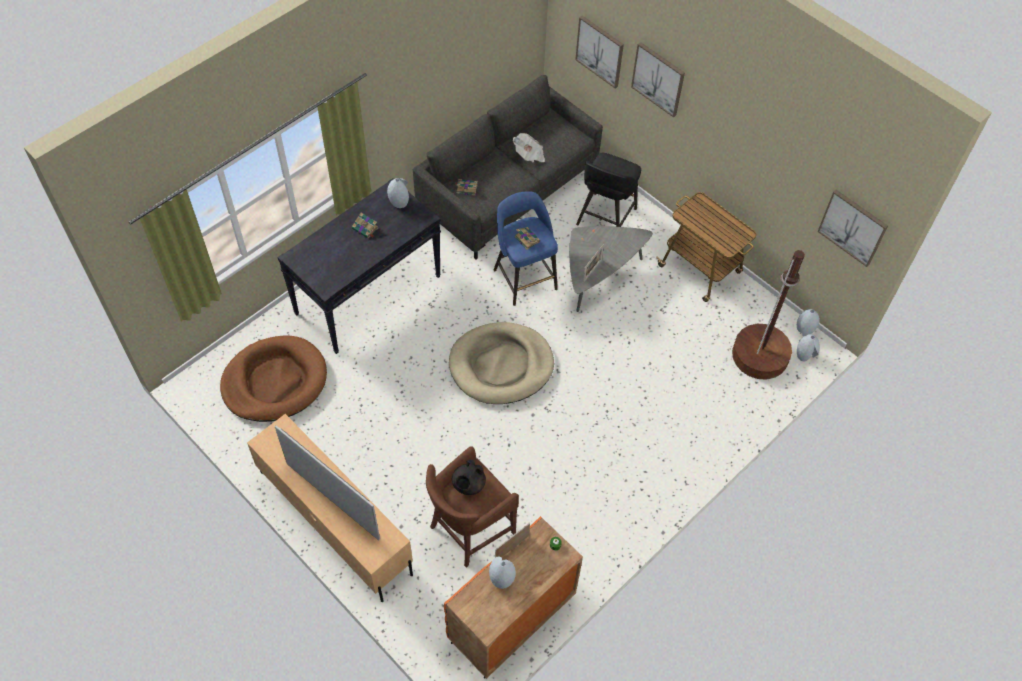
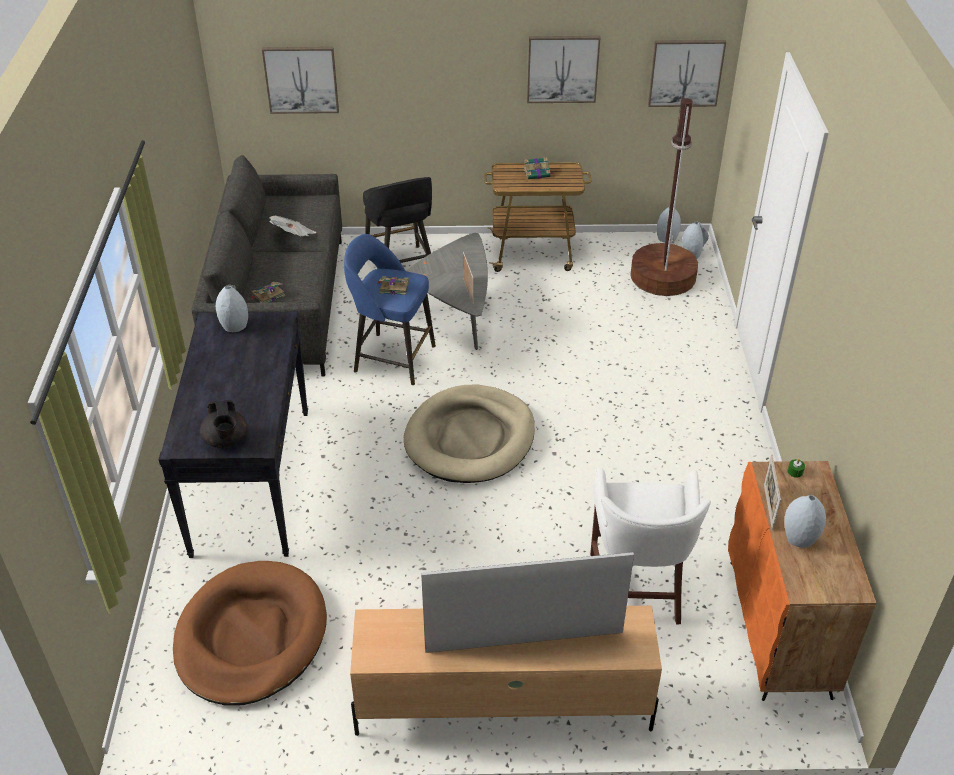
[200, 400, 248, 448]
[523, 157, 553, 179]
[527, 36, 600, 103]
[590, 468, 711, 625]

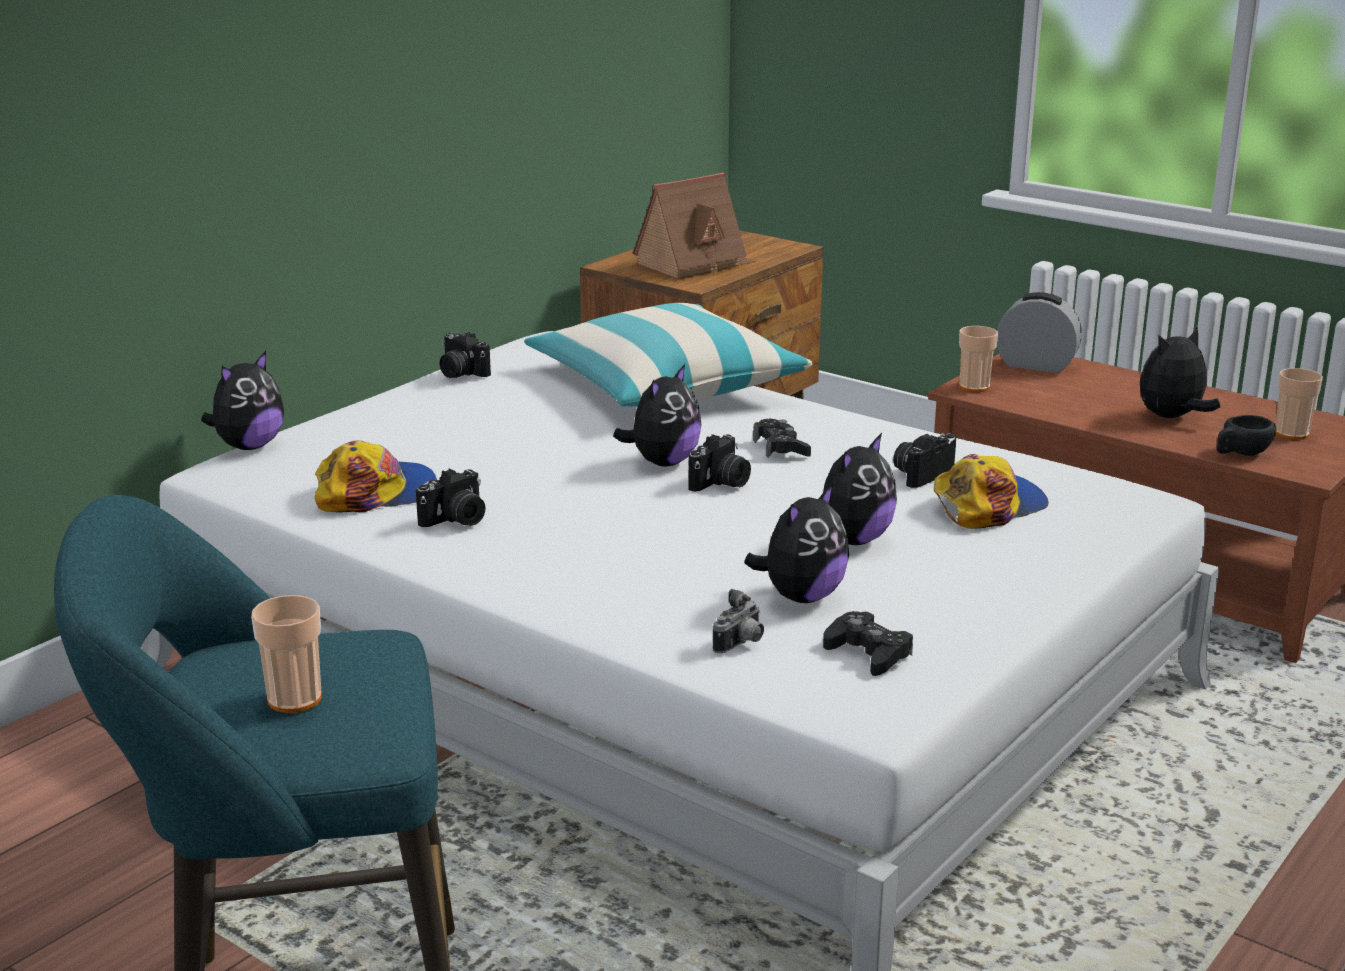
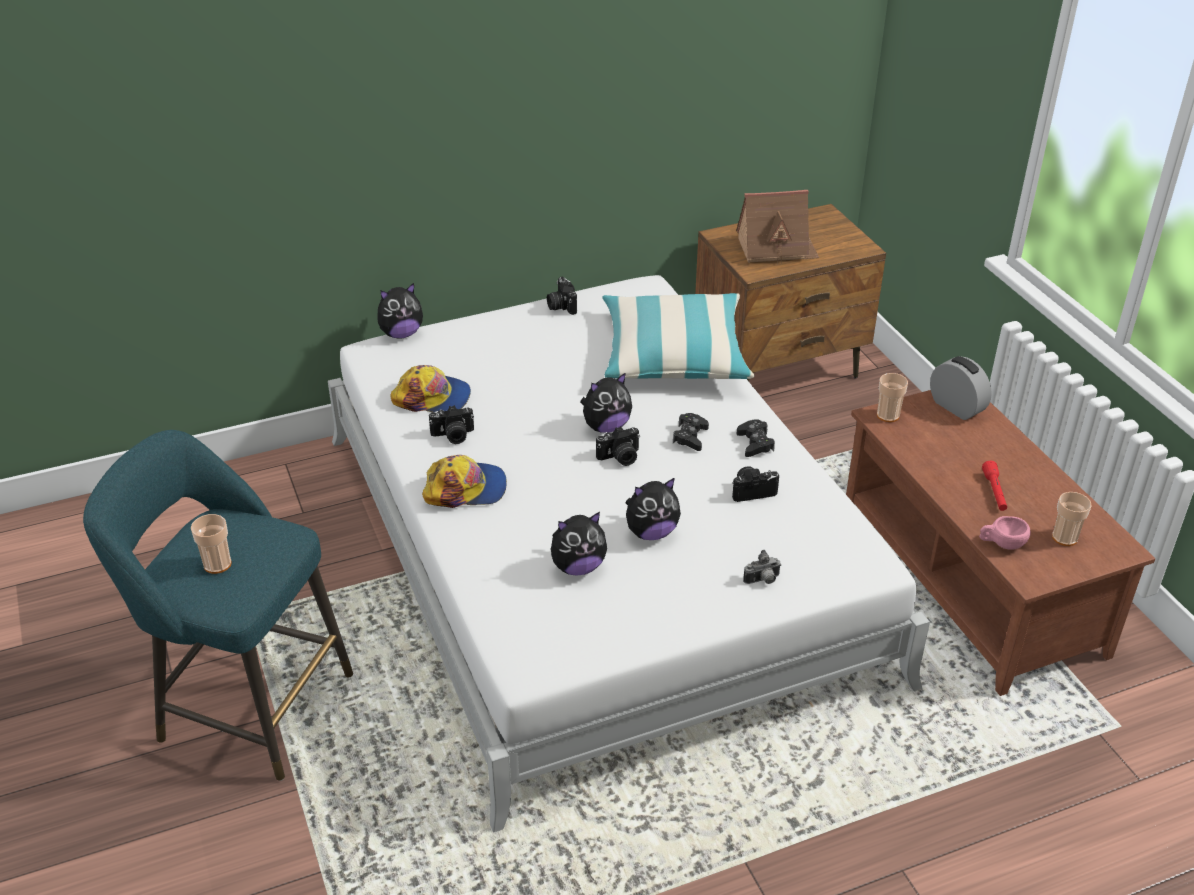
[422, 455, 507, 508]
[737, 419, 775, 457]
[743, 550, 781, 584]
[979, 516, 1031, 550]
[982, 461, 1007, 511]

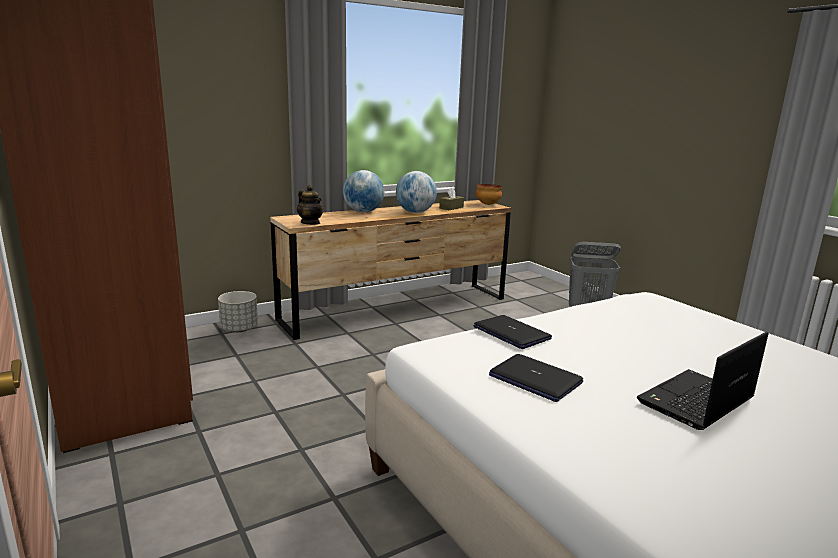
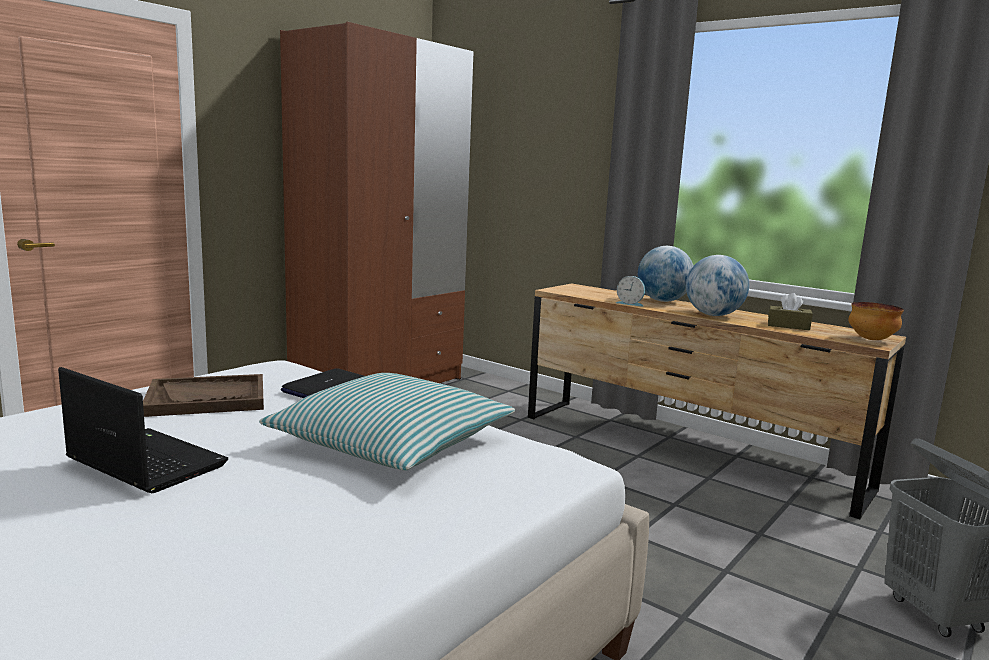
[143, 374, 264, 417]
[259, 373, 515, 471]
[616, 276, 645, 307]
[218, 291, 258, 332] (first image)
[297, 185, 324, 225] (first image)

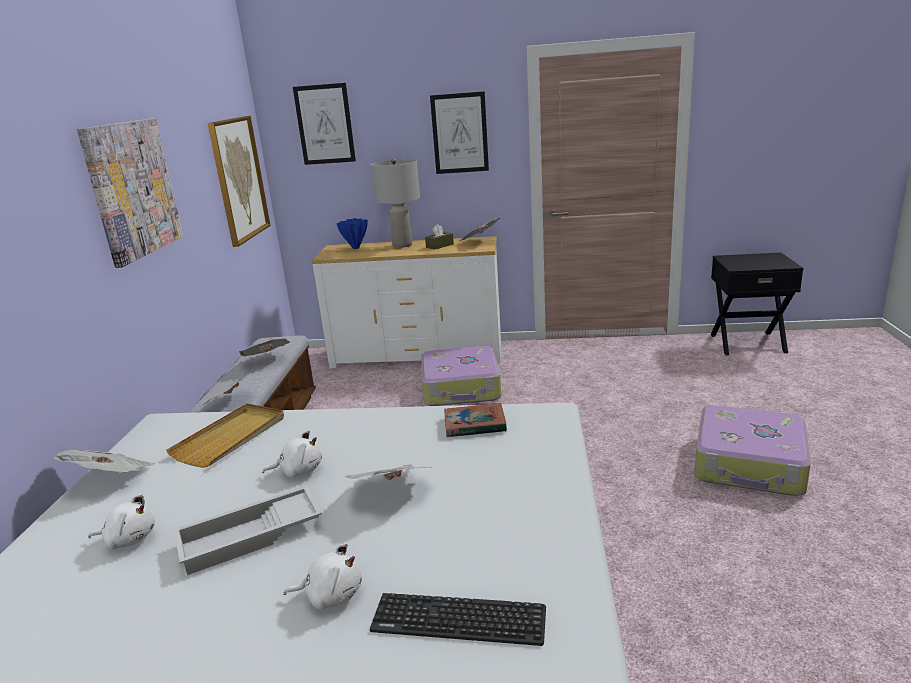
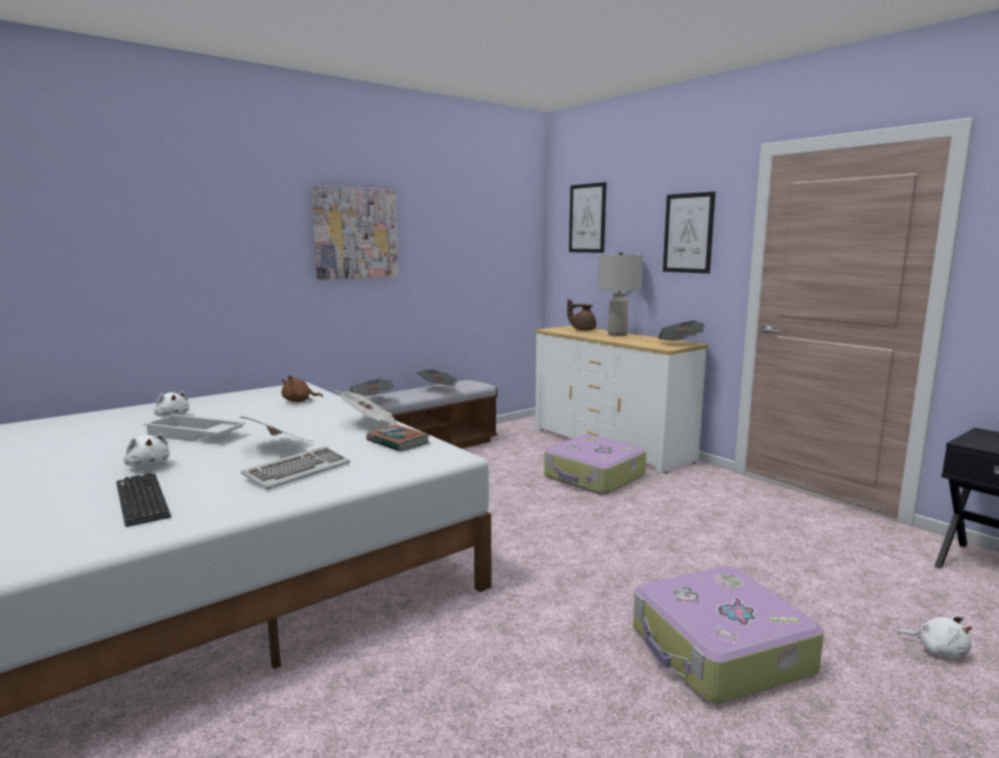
[241, 447, 350, 489]
[282, 376, 323, 402]
[336, 390, 399, 425]
[567, 299, 596, 331]
[898, 616, 972, 658]
[207, 116, 271, 247] (first image)
[425, 224, 454, 250] (first image)

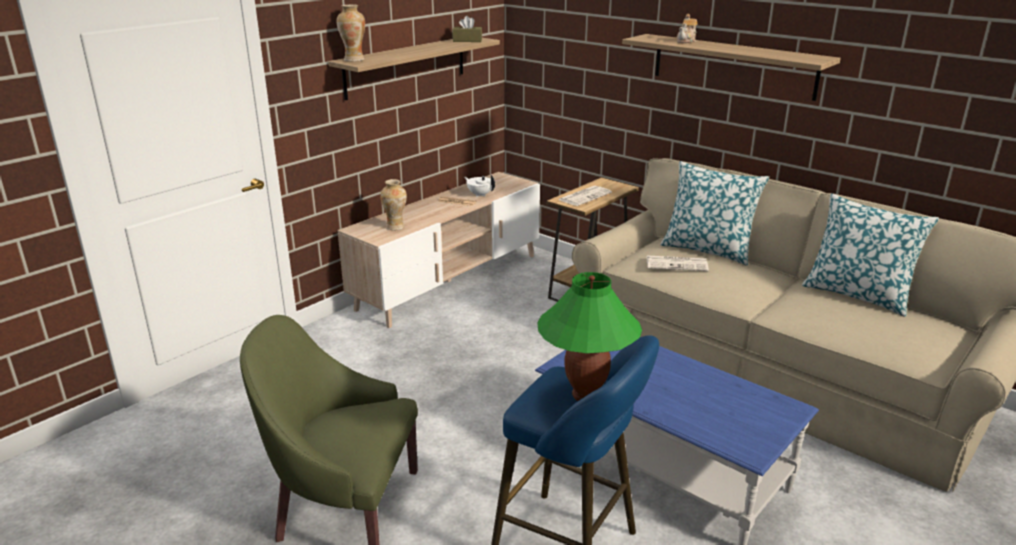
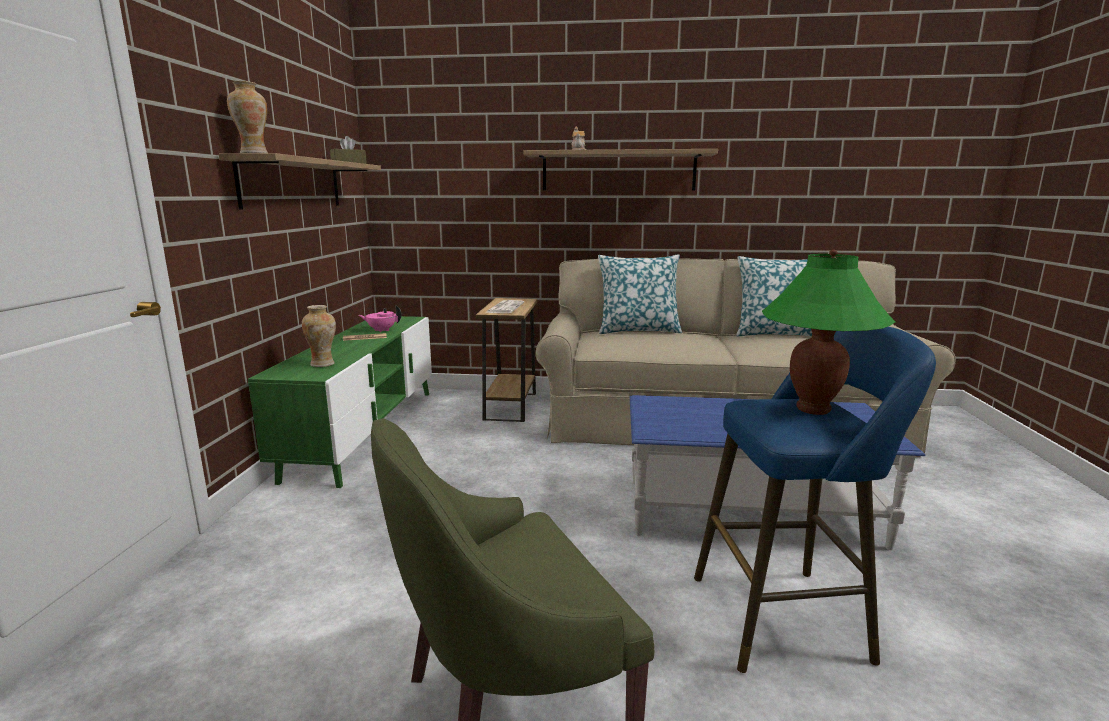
[248, 316, 432, 488]
[359, 305, 402, 332]
[647, 255, 709, 271] (first image)

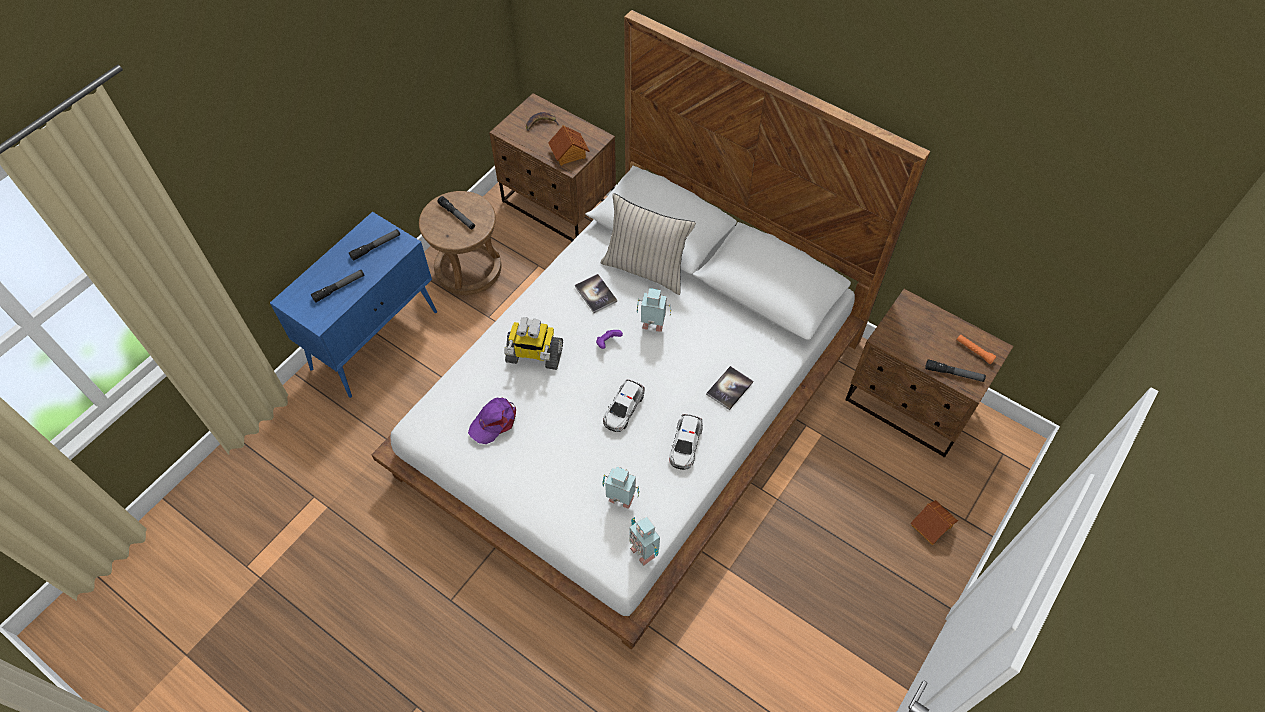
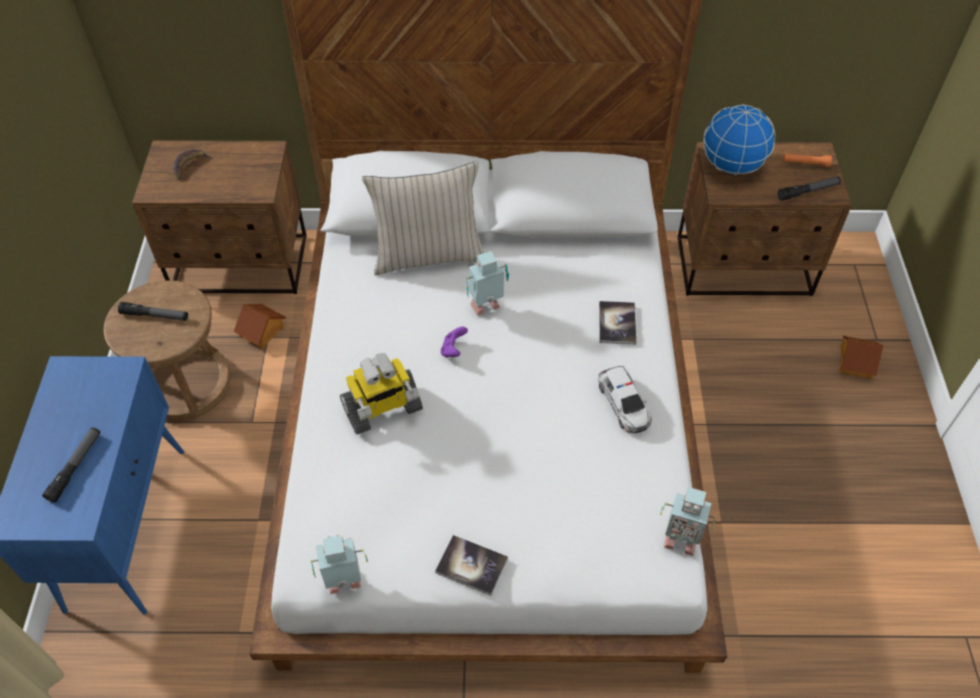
[234, 304, 286, 349]
[311, 535, 368, 594]
[435, 535, 508, 596]
[703, 104, 775, 175]
[349, 229, 400, 261] (first image)
[468, 397, 516, 444] (first image)
[603, 380, 645, 432] (first image)

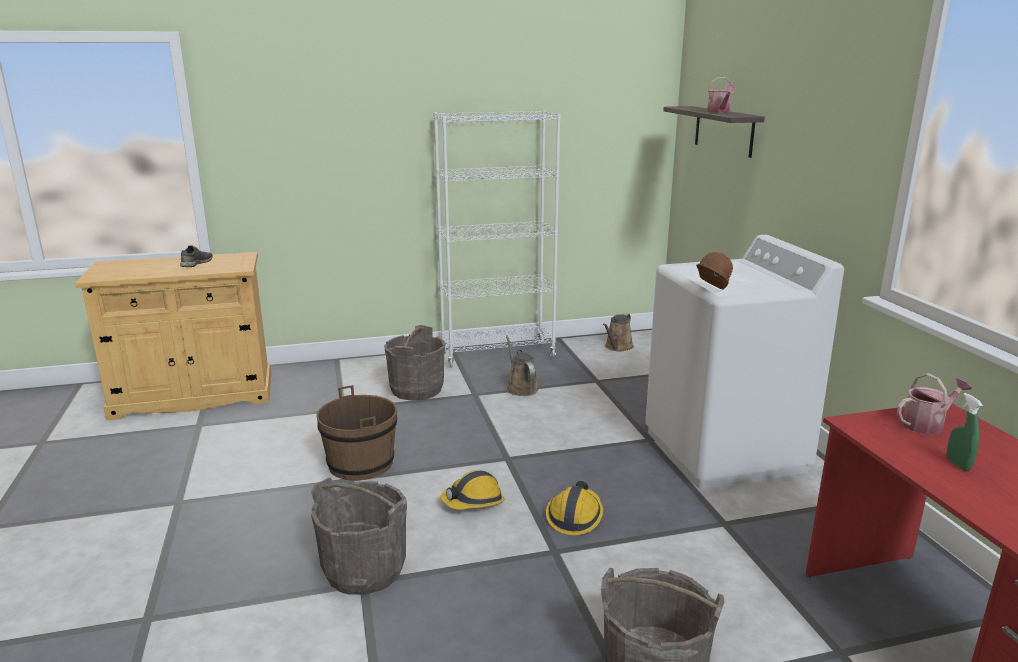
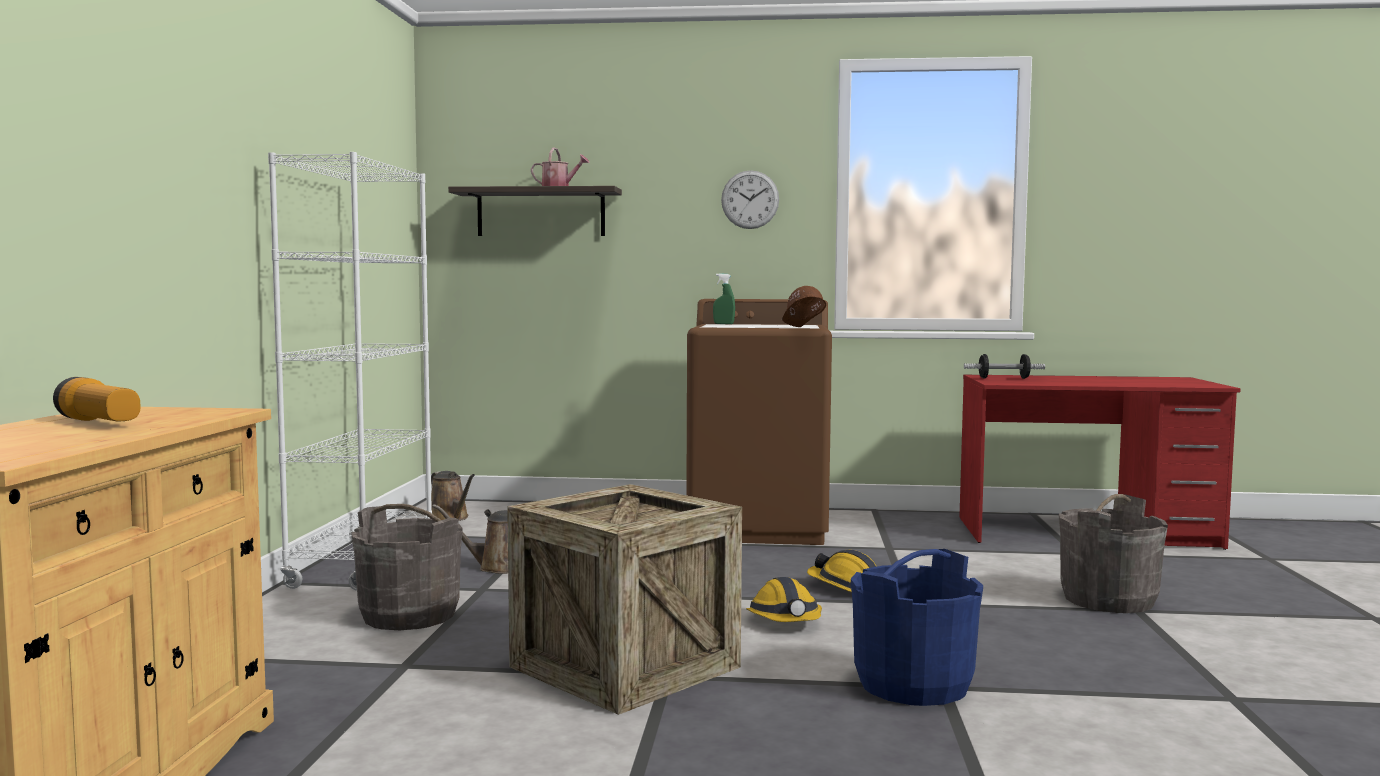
[53, 377, 141, 421]
[507, 484, 742, 715]
[686, 299, 832, 545]
[713, 274, 735, 324]
[721, 170, 779, 229]
[851, 549, 983, 706]
[964, 354, 1045, 379]

